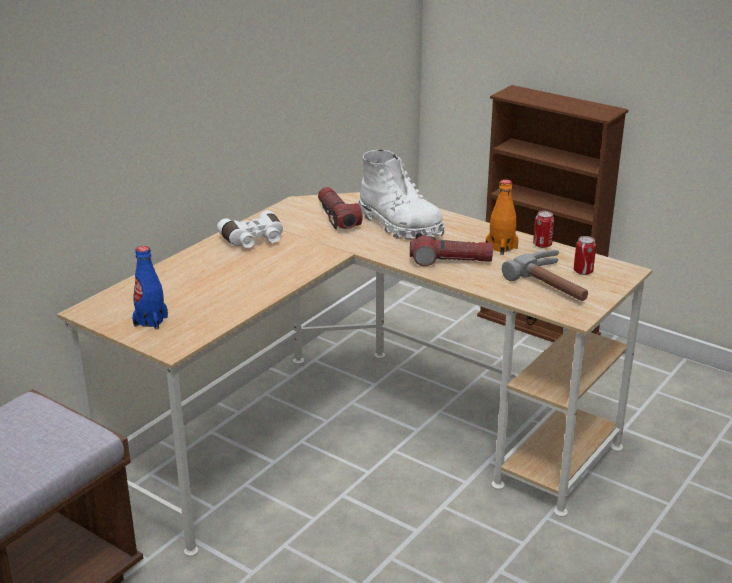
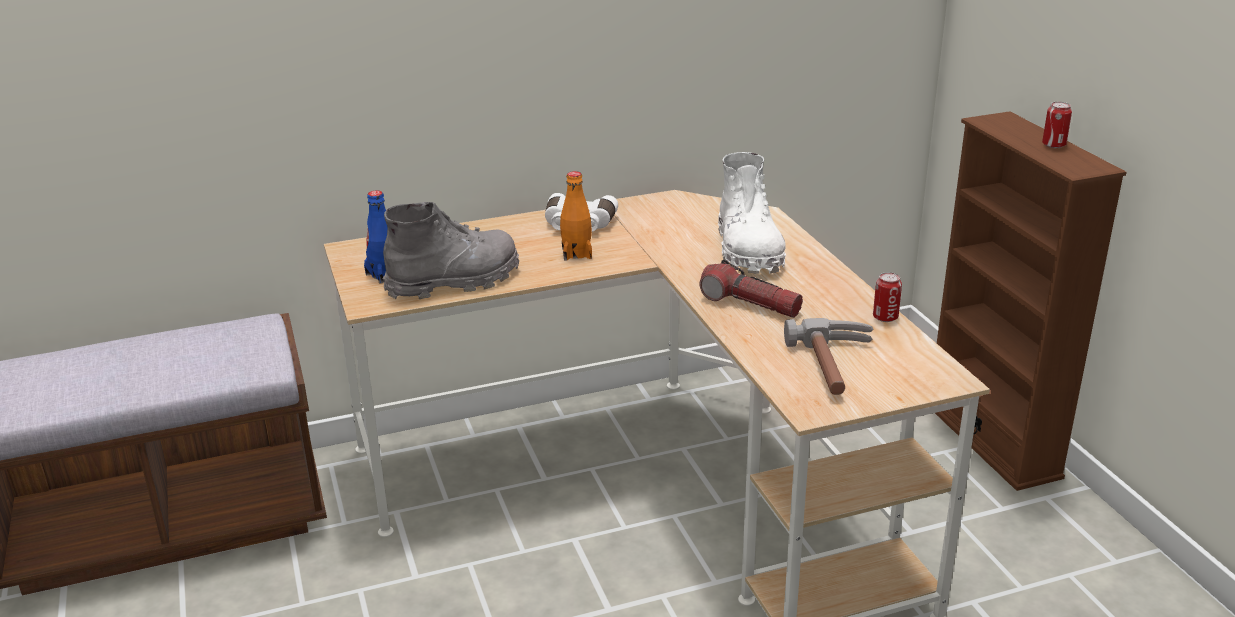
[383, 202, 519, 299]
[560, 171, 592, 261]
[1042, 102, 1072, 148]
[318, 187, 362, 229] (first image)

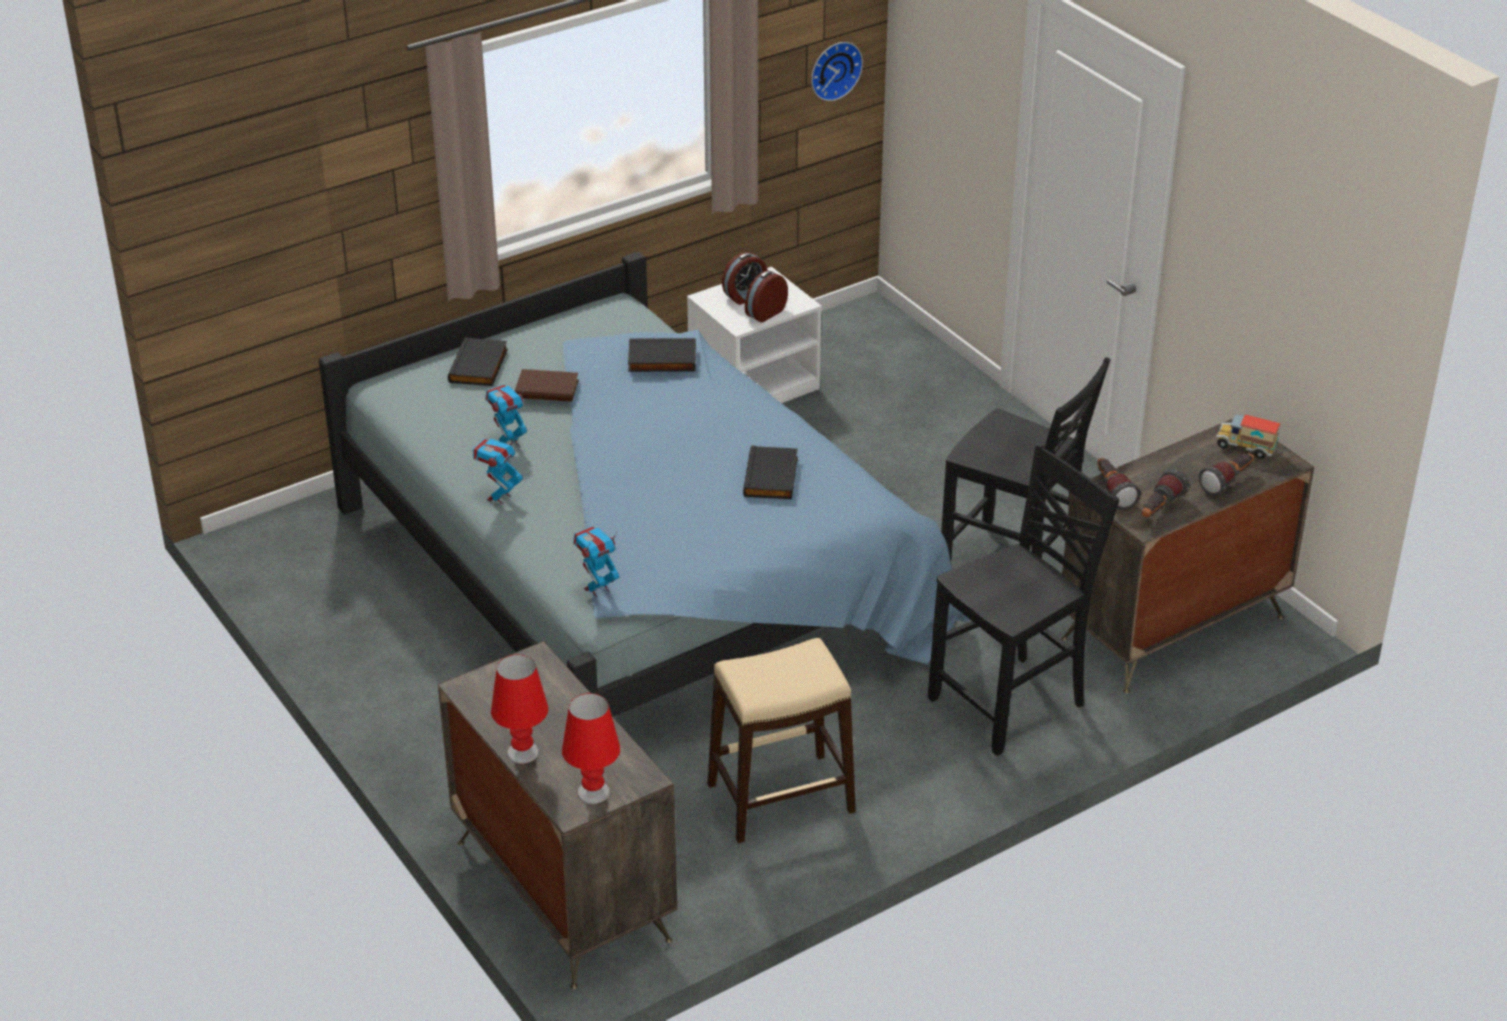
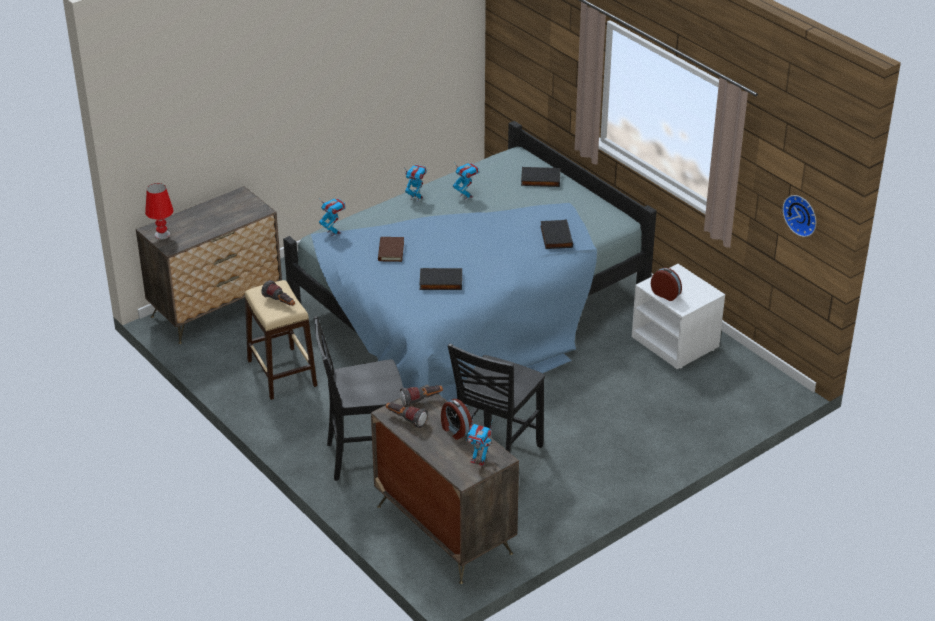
[261, 280, 295, 306]
[314, 316, 403, 481]
[378, 237, 404, 262]
[441, 399, 472, 440]
[466, 414, 493, 466]
[491, 654, 548, 764] (first image)

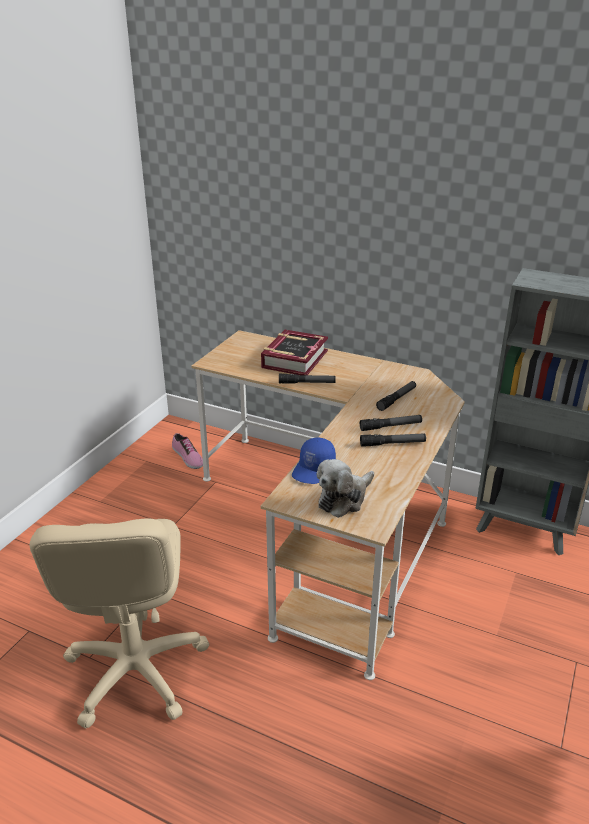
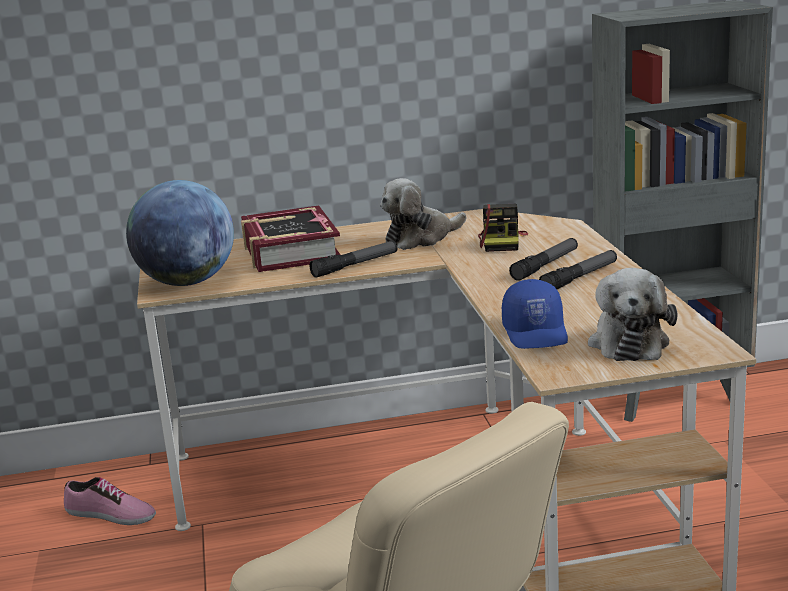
[126, 180, 234, 286]
[381, 178, 467, 250]
[478, 204, 528, 252]

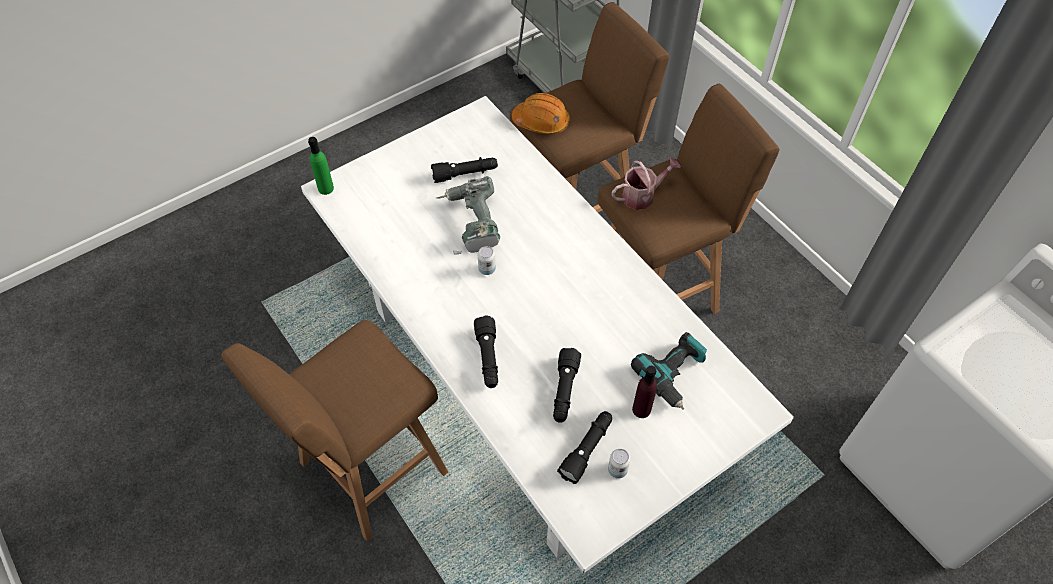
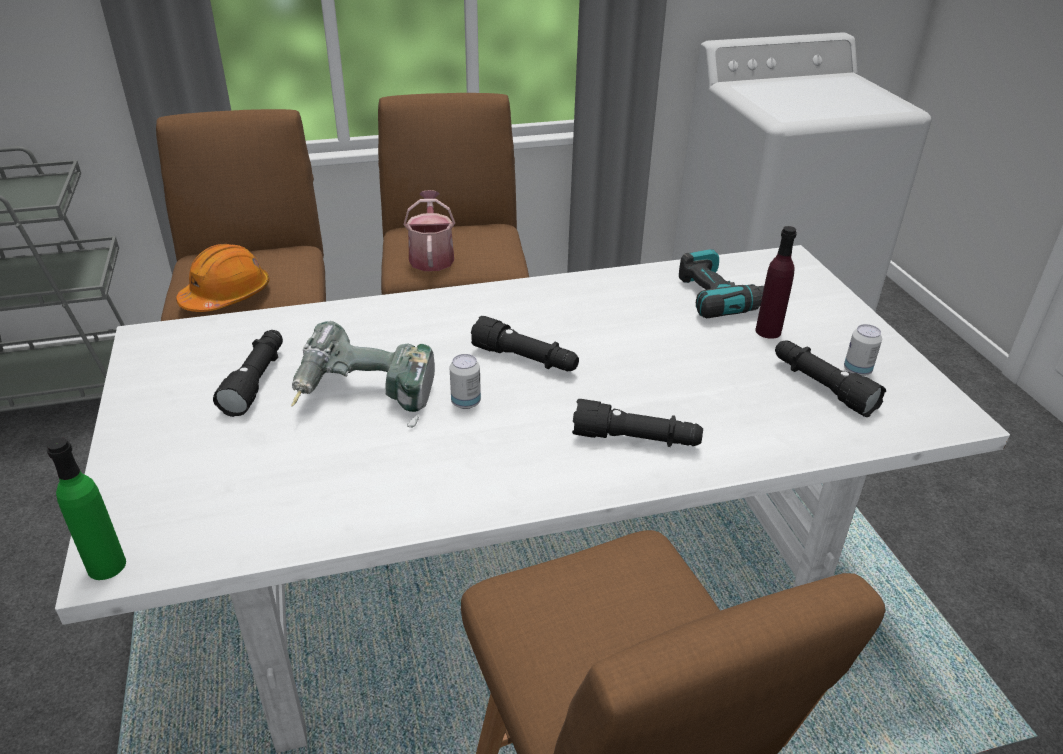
[471, 316, 579, 371]

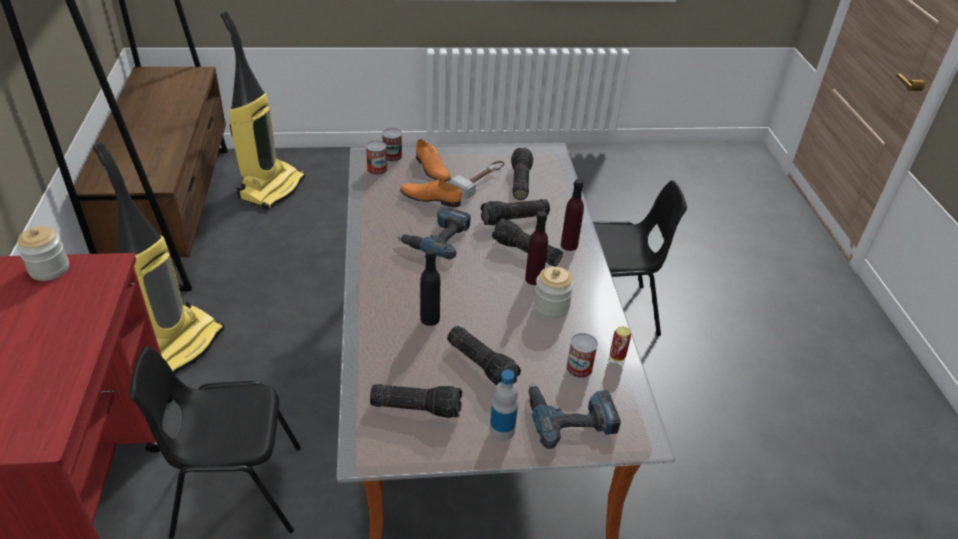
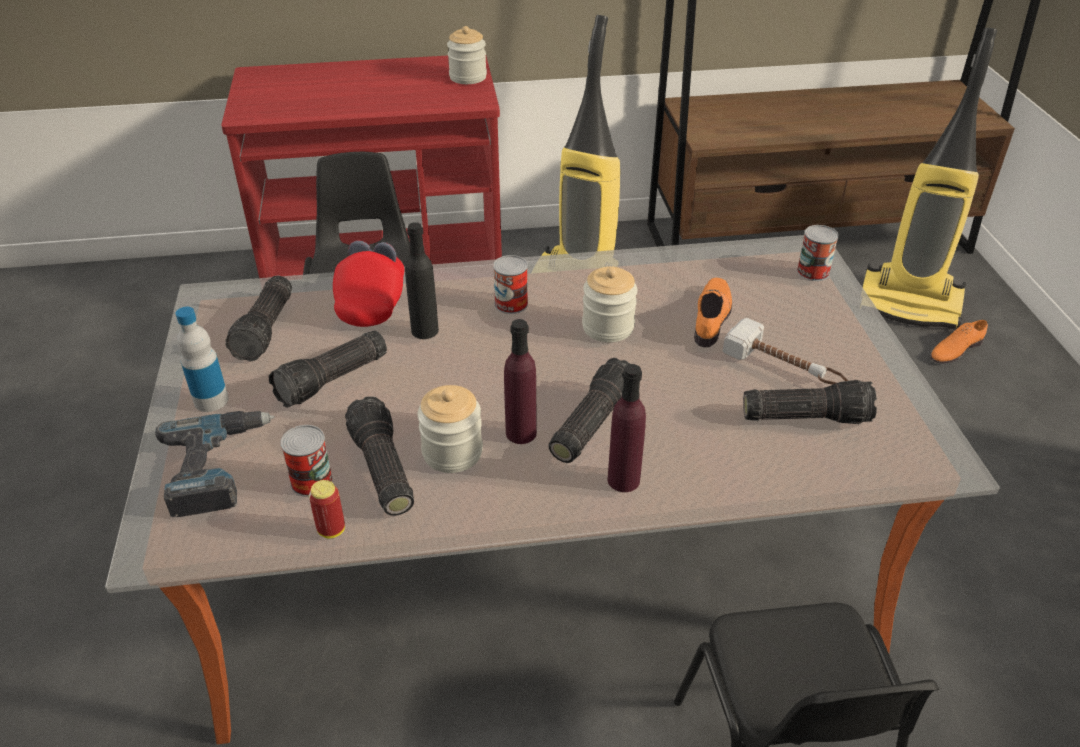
[333, 240, 405, 327]
[345, 396, 414, 516]
[493, 255, 528, 314]
[582, 266, 638, 342]
[930, 320, 988, 363]

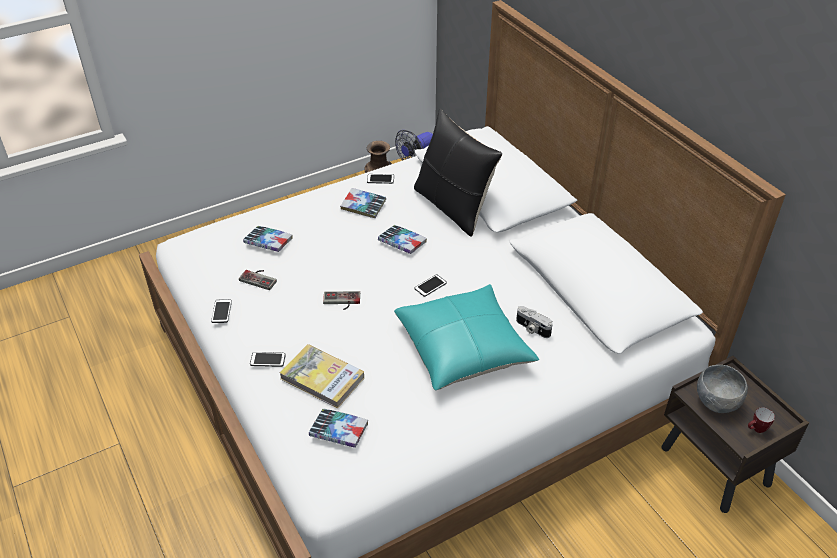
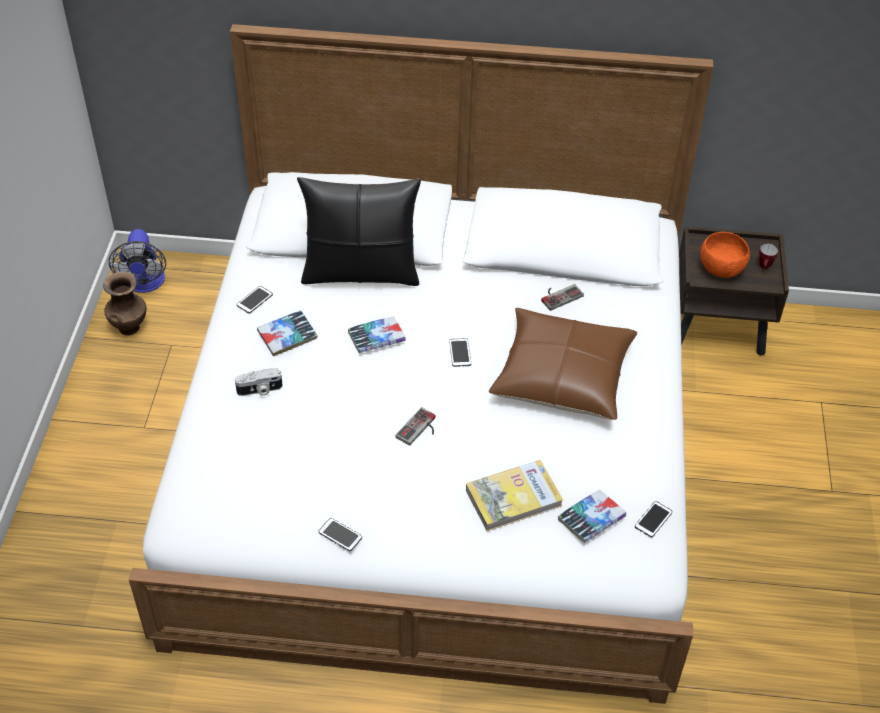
[235, 368, 283, 396]
[489, 308, 637, 420]
[541, 284, 584, 311]
[635, 501, 672, 537]
[700, 232, 750, 278]
[243, 226, 293, 252] (first image)

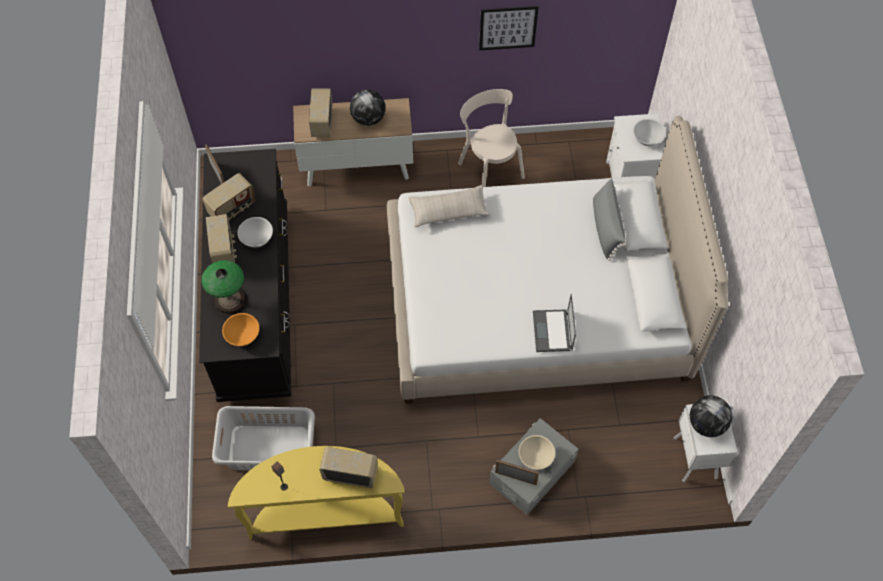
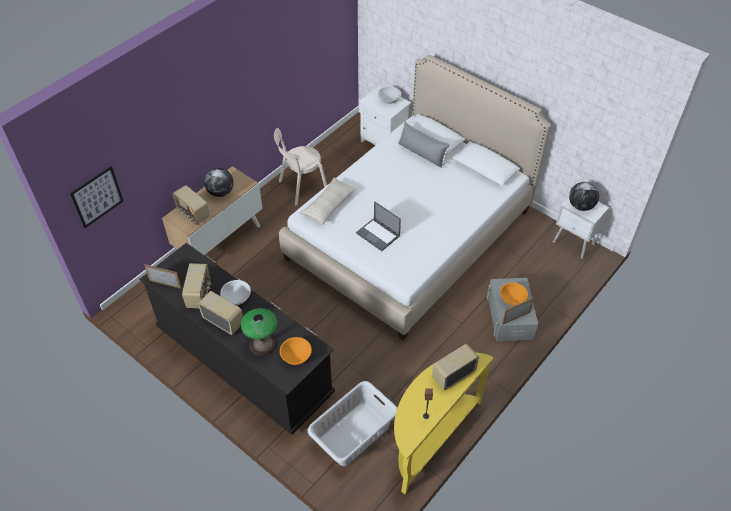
[70, 166, 123, 228]
[274, 128, 327, 205]
[356, 201, 401, 251]
[500, 282, 528, 306]

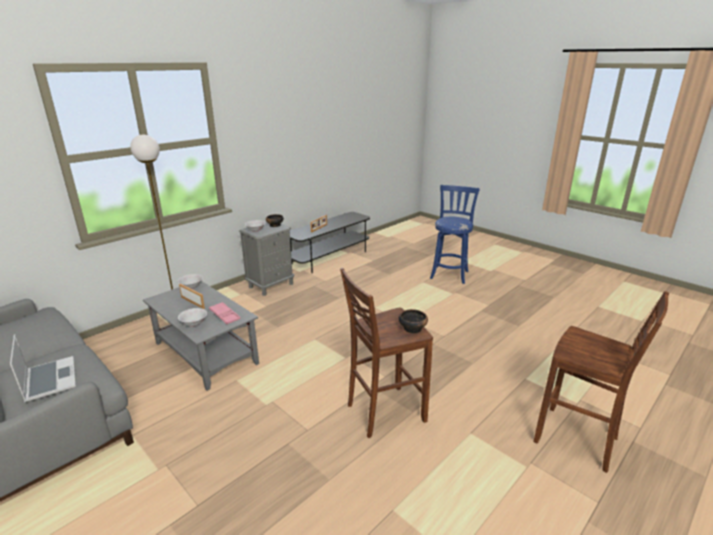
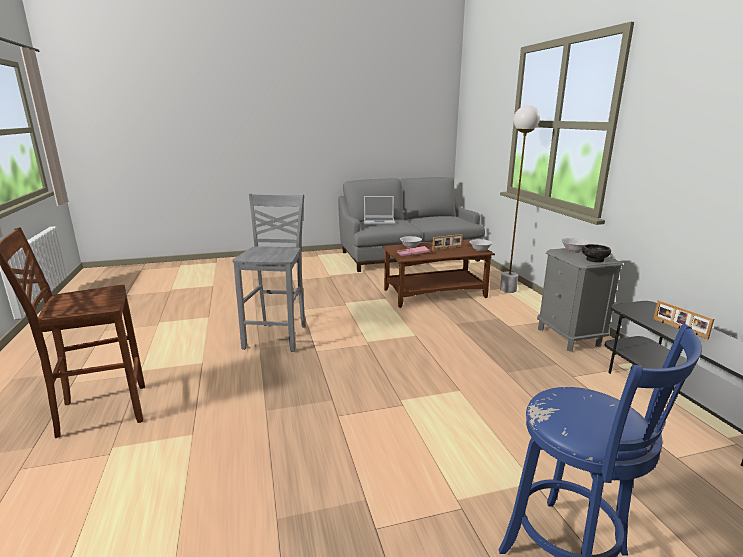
[232, 194, 306, 352]
[382, 239, 495, 308]
[399, 309, 428, 334] (first image)

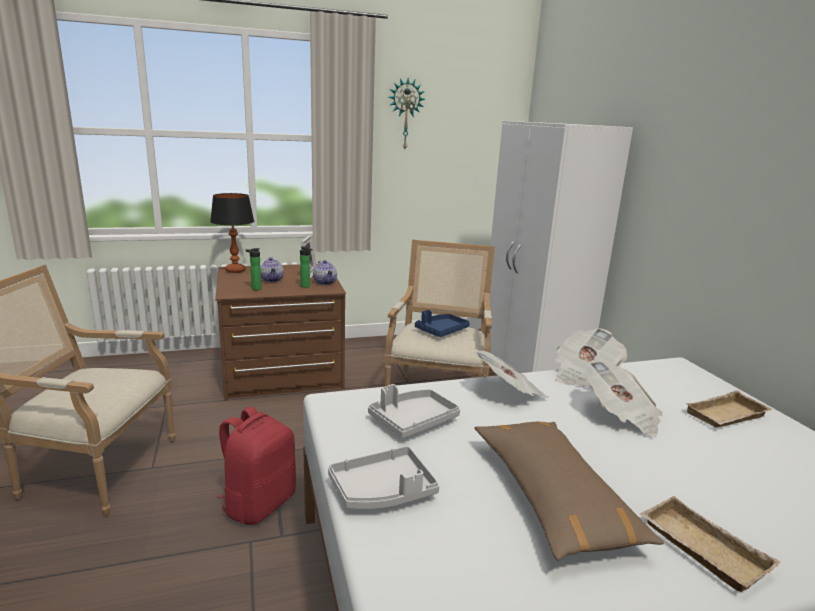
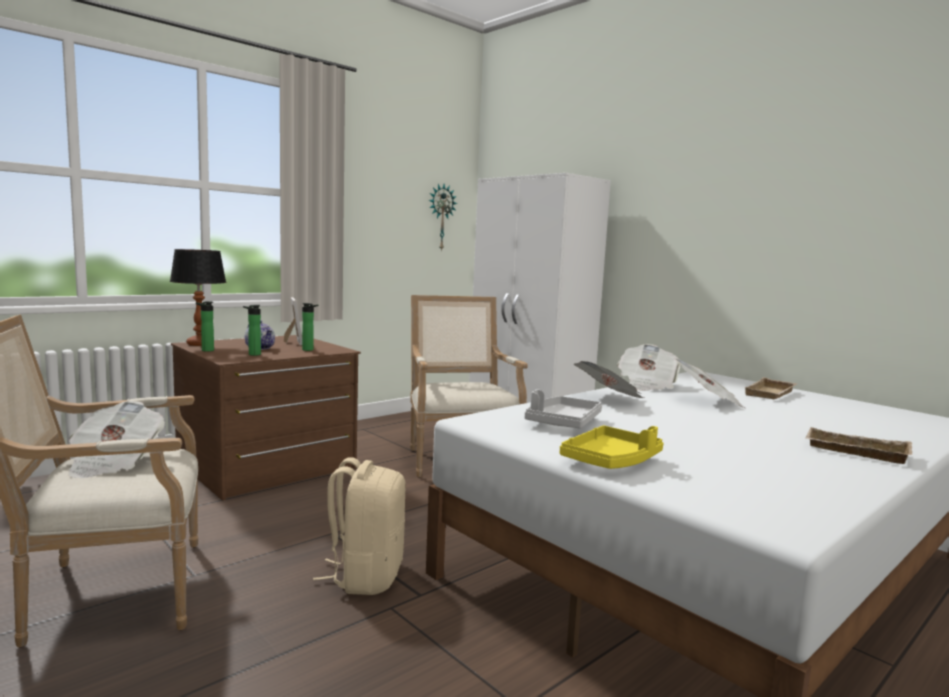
[68, 401, 165, 478]
[196, 301, 214, 352]
[313, 457, 406, 595]
[429, 184, 457, 251]
[560, 426, 663, 469]
[313, 260, 337, 285] (first image)
[415, 310, 470, 337] (first image)
[474, 422, 664, 561] (first image)

